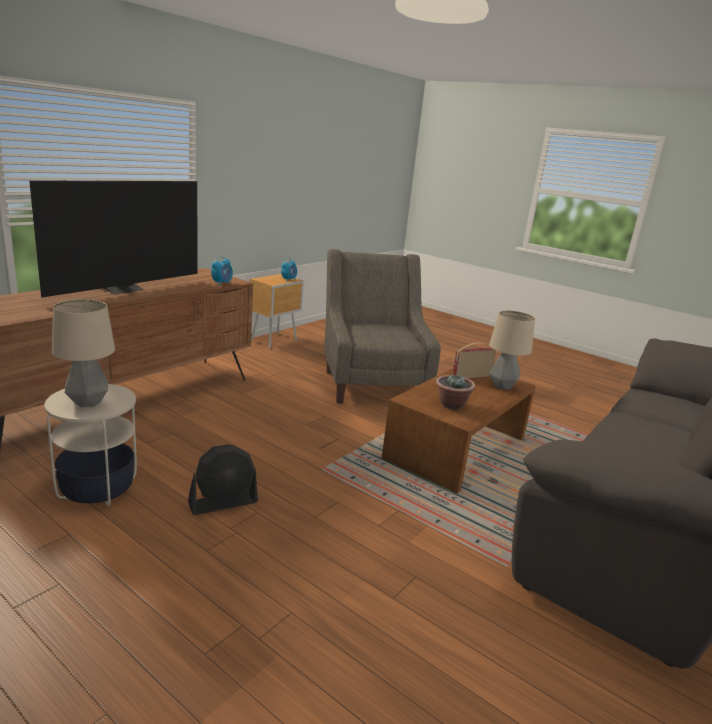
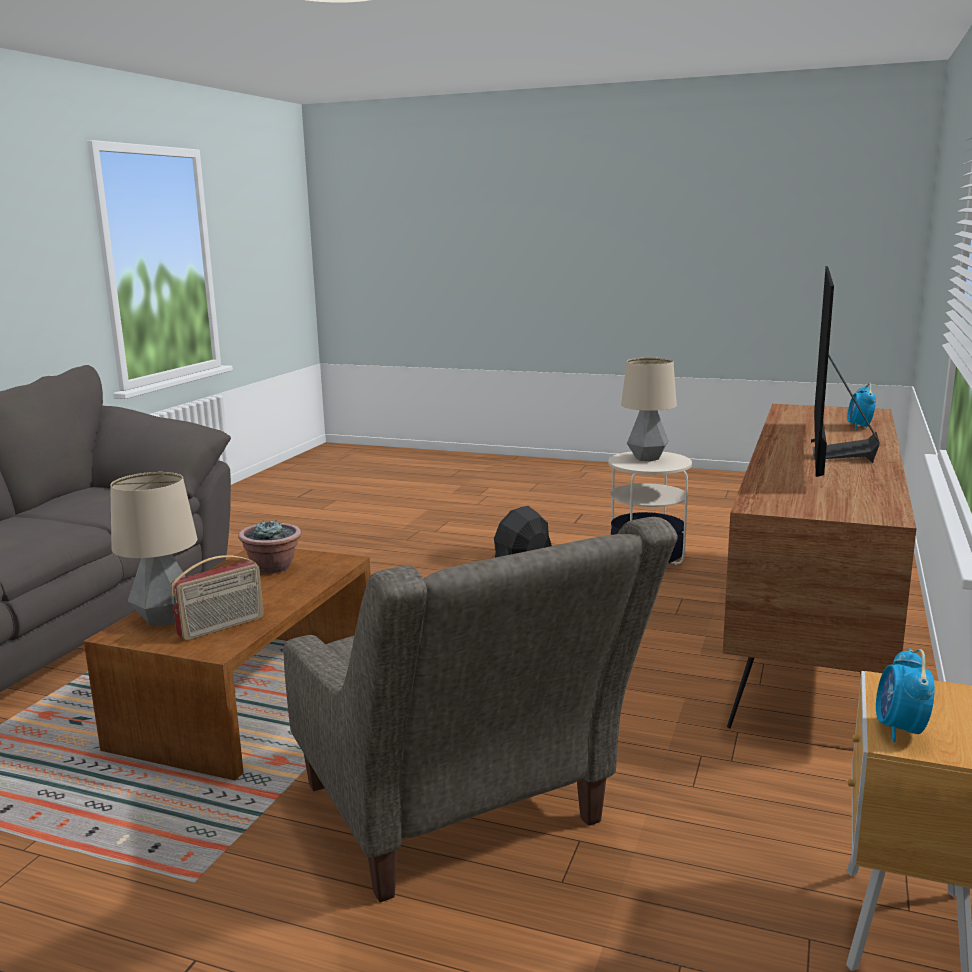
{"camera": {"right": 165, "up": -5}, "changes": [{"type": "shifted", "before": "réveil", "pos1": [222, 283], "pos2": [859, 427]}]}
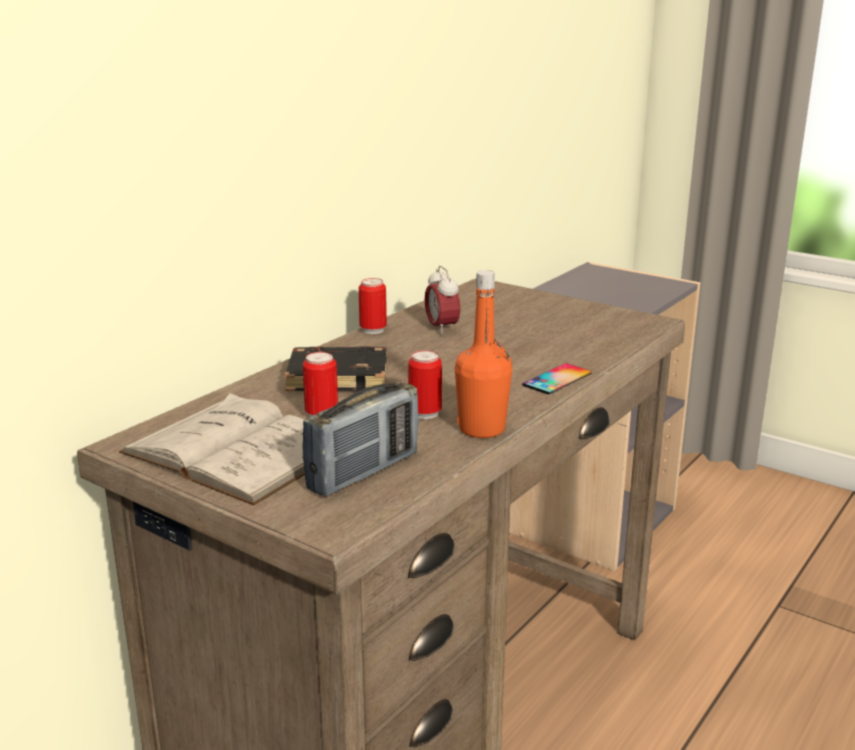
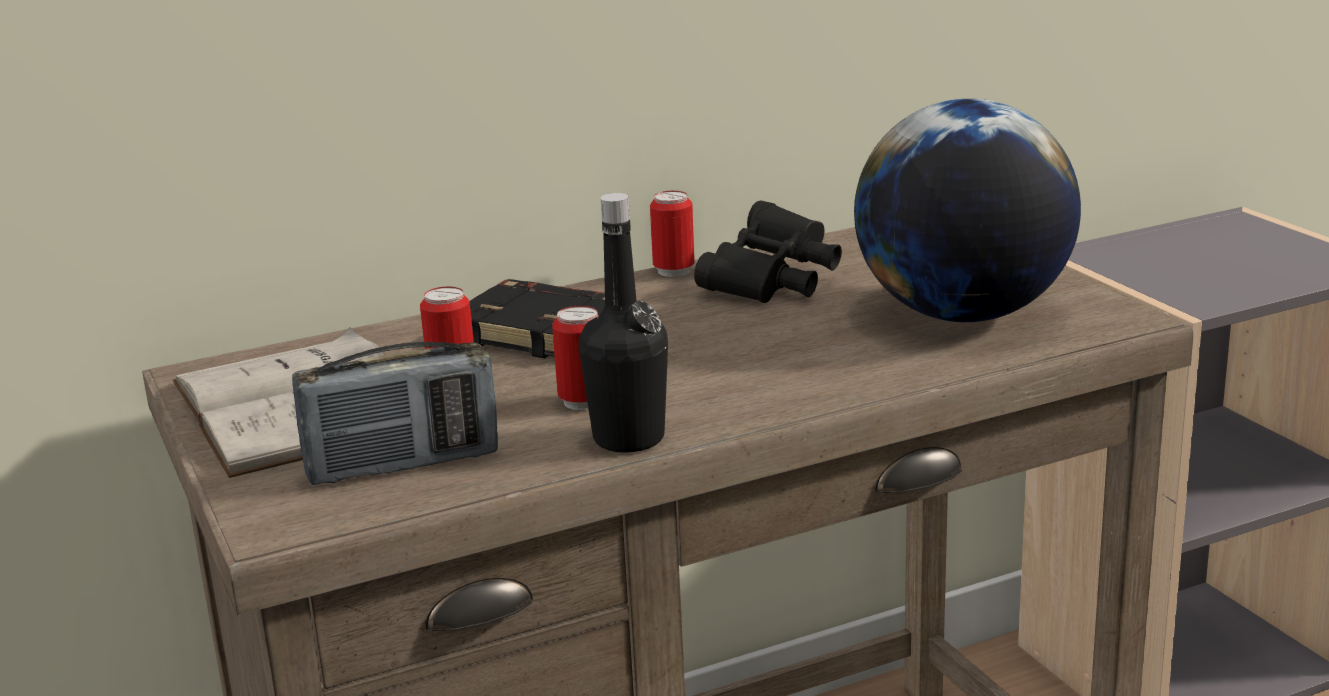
{"camera": {"right": 30, "up": 0}, "changes": [{"type": "swapped", "before": "réveil", "after": "jumelles [noir]", "pos1": [442, 329], "pos2": [772, 283]}, {"type": "repainted", "before": "bouteille [orange]", "after": "bouteille [noir]", "pos1": [482, 429], "pos2": [629, 438]}, {"type": "gone", "before": "téléphone", "pos1": [557, 379]}, {"type": "new", "after": "globe", "pos2": [963, 314]}]}
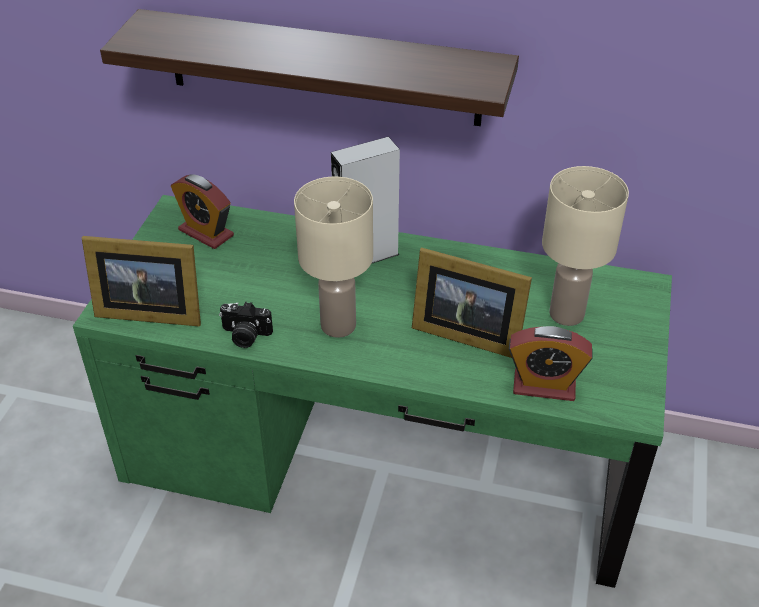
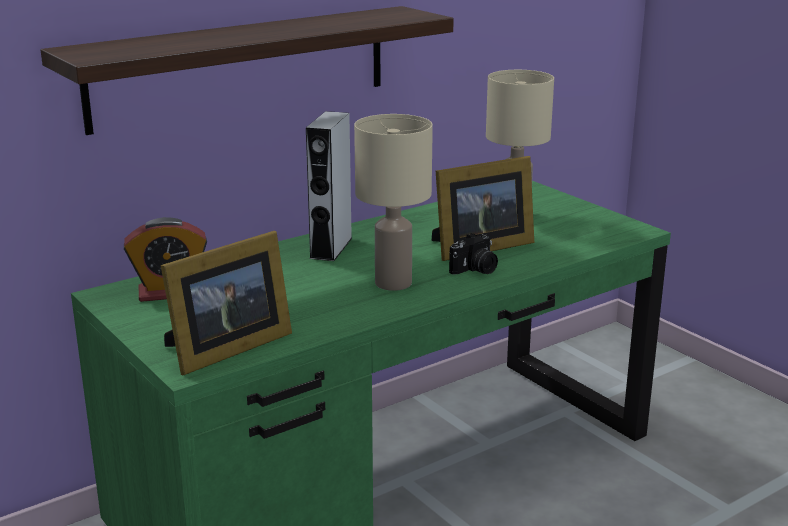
{"camera": {"right": -50, "up": -20}, "changes": [{"type": "shifted", "before": "appareil photo", "pos1": [245, 336], "pos2": [475, 270]}, {"type": "gone", "before": "réveil", "pos1": [544, 386]}]}
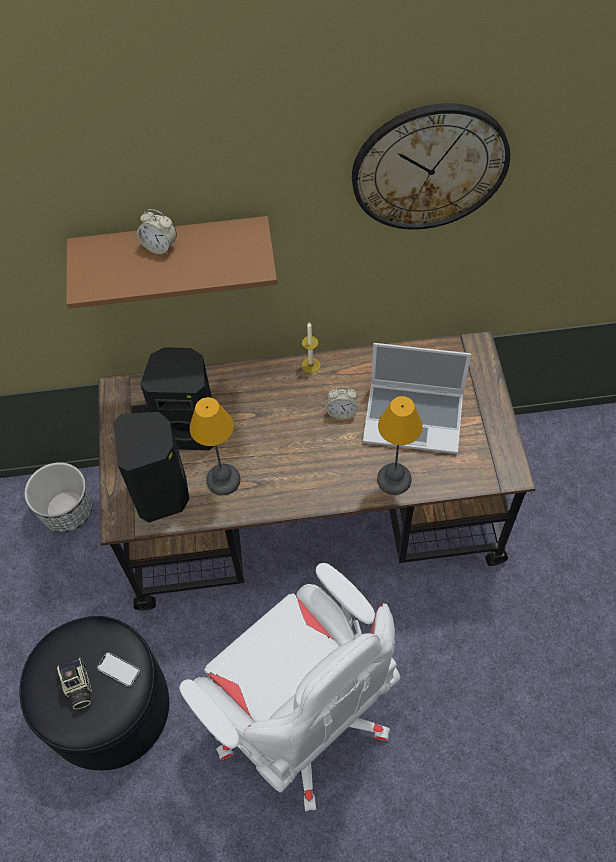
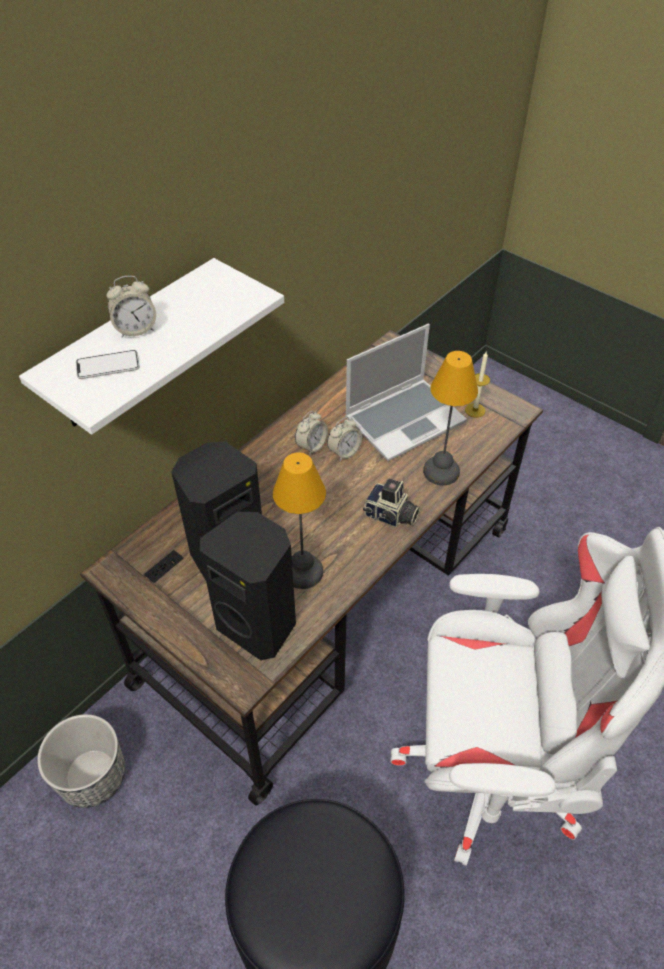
{"camera": {"right": -45, "up": -10}, "changes": [{"type": "shifted", "before": "appareil photo", "pos1": [77, 687], "pos2": [391, 516]}, {"type": "repainted", "before": "étagère [marron]", "after": "étagère [blanc]", "pos1": [173, 251], "pos2": [132, 347]}, {"type": "shifted", "before": "téléphone", "pos1": [118, 669], "pos2": [108, 366]}, {"type": "shifted", "before": "bougie", "pos1": [311, 365], "pos2": [475, 410]}, {"type": "gone", "before": "horloge murale", "pos1": [429, 167]}, {"type": "new", "after": "réveil", "pos2": [311, 446]}]}
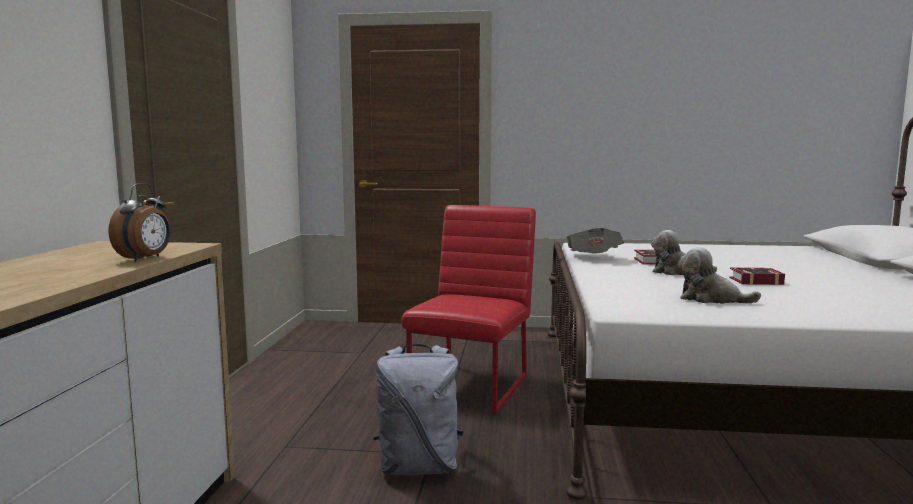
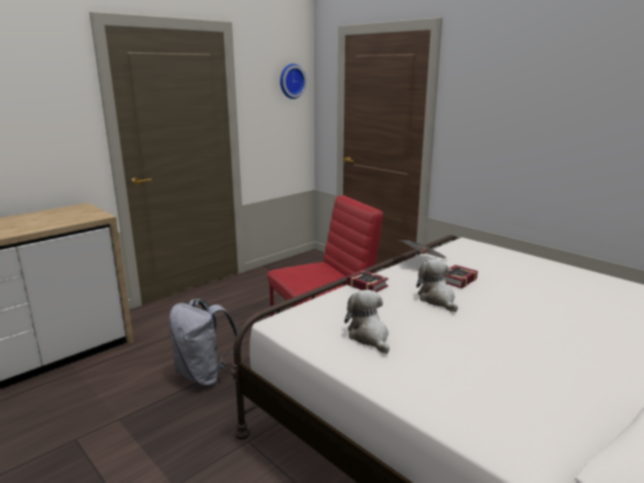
{"camera": {"right": 40, "up": 10}, "changes": [{"type": "gone", "before": "réveil", "pos1": [145, 259]}, {"type": "shifted", "before": "livre", "pos1": [753, 281], "pos2": [366, 284]}, {"type": "new", "after": "horloge murale", "pos2": [291, 81]}]}
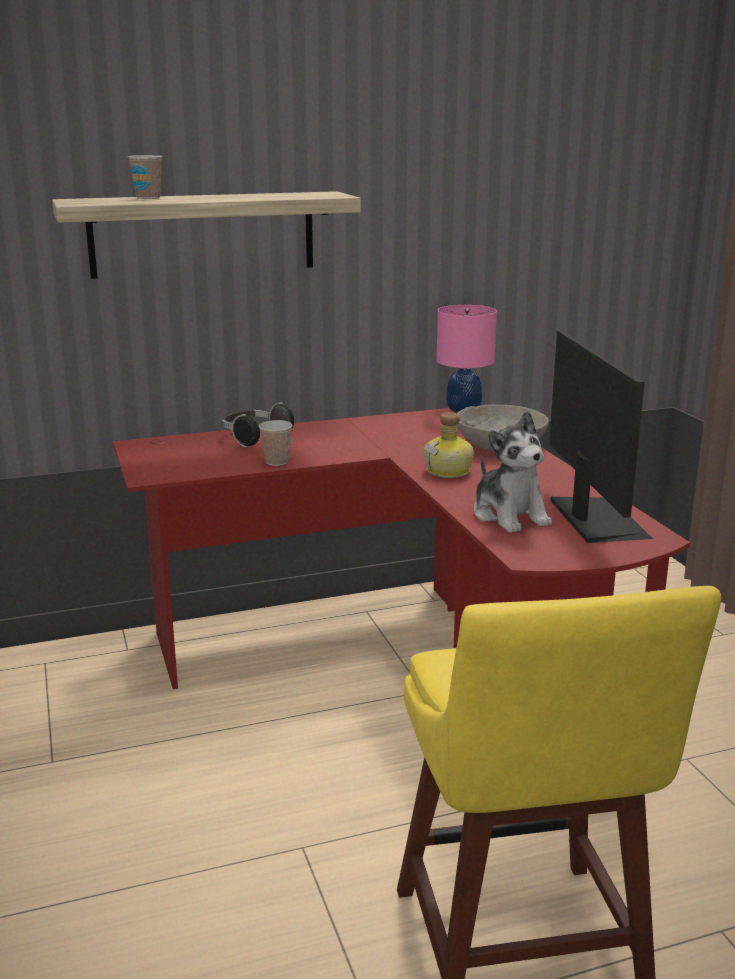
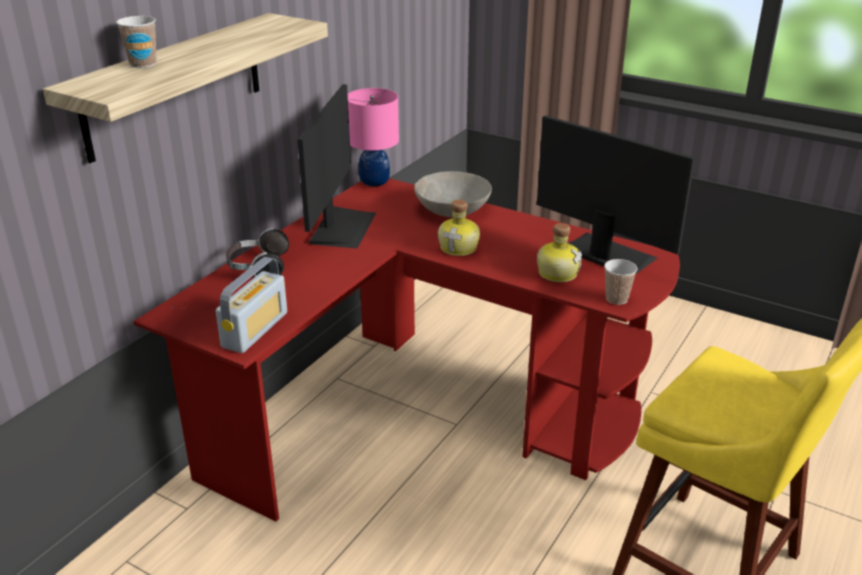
{"camera": {"right": -40, "up": 10}, "changes": [{"type": "shifted", "before": "tasse", "pos1": [277, 462], "pos2": [616, 299]}, {"type": "swapped", "before": "peluche", "after": "bouteille", "pos1": [509, 515], "pos2": [557, 273]}, {"type": "new", "after": "radio", "pos2": [255, 330]}, {"type": "new", "after": "écran d'ordinateur", "pos2": [341, 227]}]}
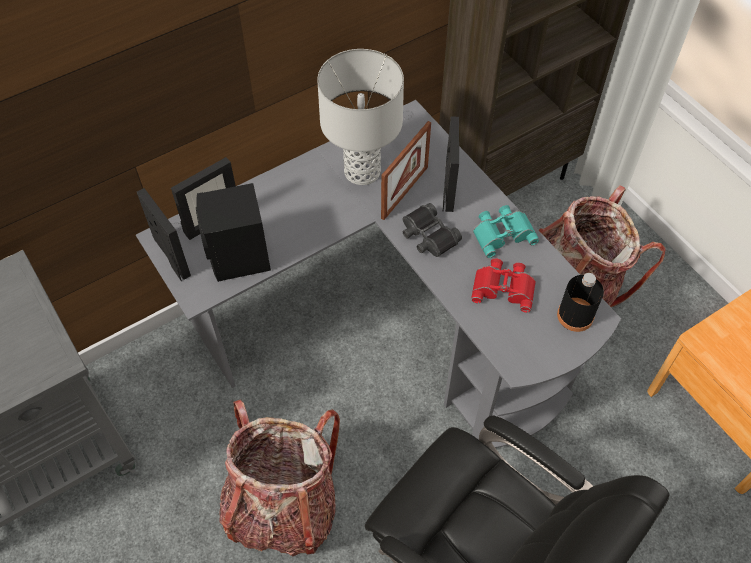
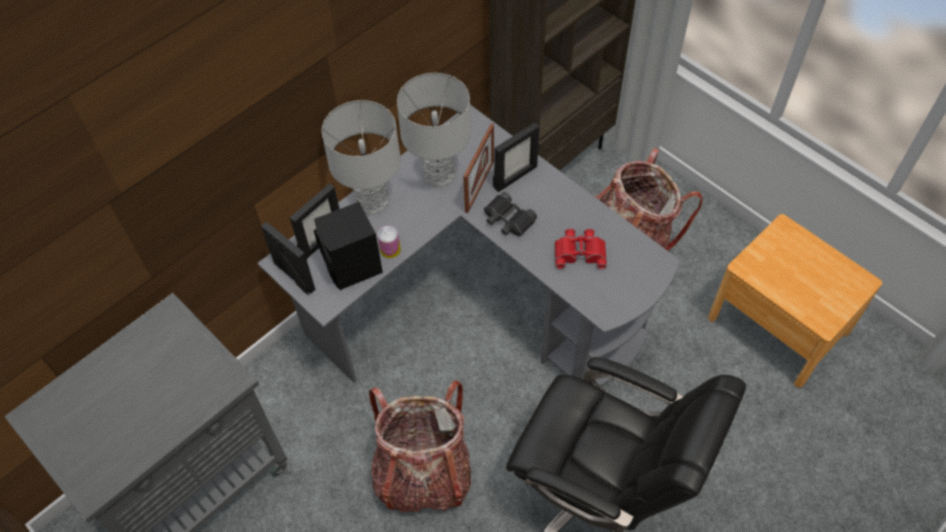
{"camera": {"right": -10, "up": 0}, "changes": [{"type": "rotated", "before": "cadre photo", "pos1": [448, 188], "pos2": [515, 176], "turn": 60}, {"type": "gone", "before": "jumelles [turquoise]", "pos1": [502, 233]}, {"type": "gone", "before": "bouteille [noir]", "pos1": [575, 316]}, {"type": "new", "after": "lampe de table [blanc]", "pos2": [371, 202]}, {"type": "new", "after": "boîte métallique", "pos2": [390, 249]}]}
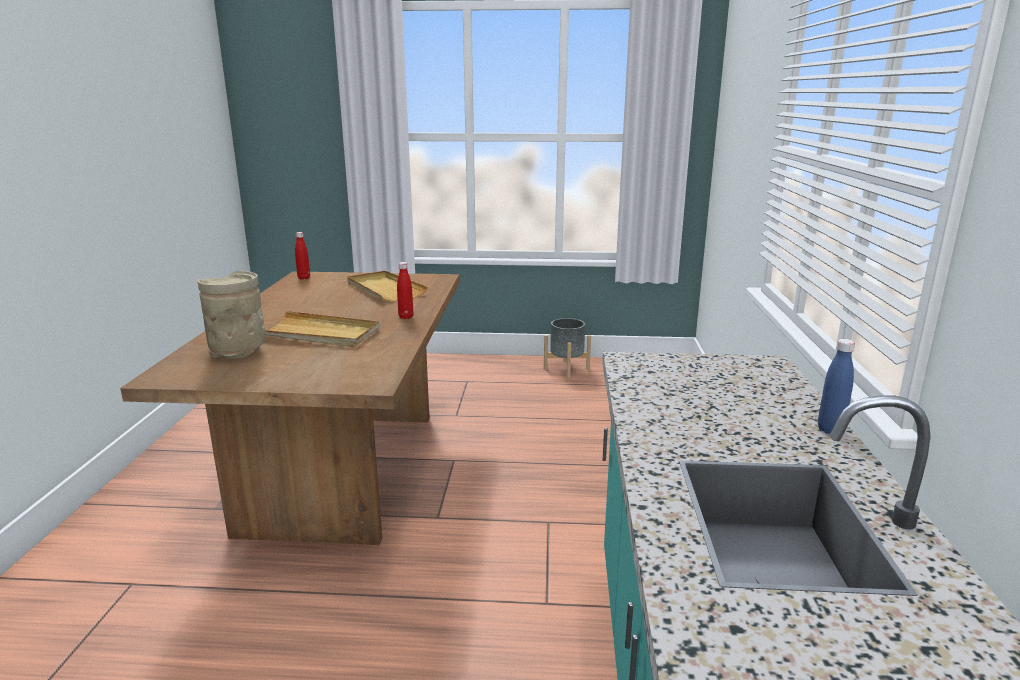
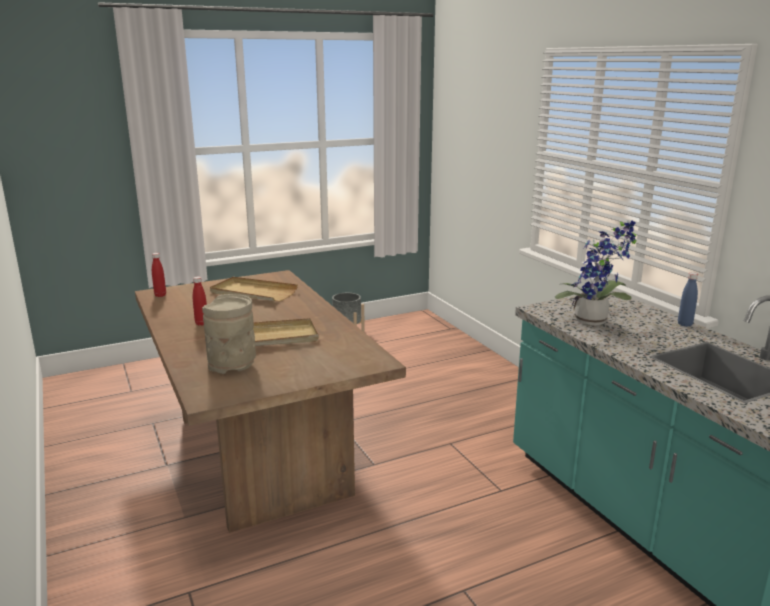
{"camera": {"right": -30, "up": 0}, "changes": [{"type": "shifted", "before": "bouteille [rouge]", "pos1": [406, 317], "pos2": [201, 323]}, {"type": "new", "after": "plante en pot", "pos2": [594, 322]}]}
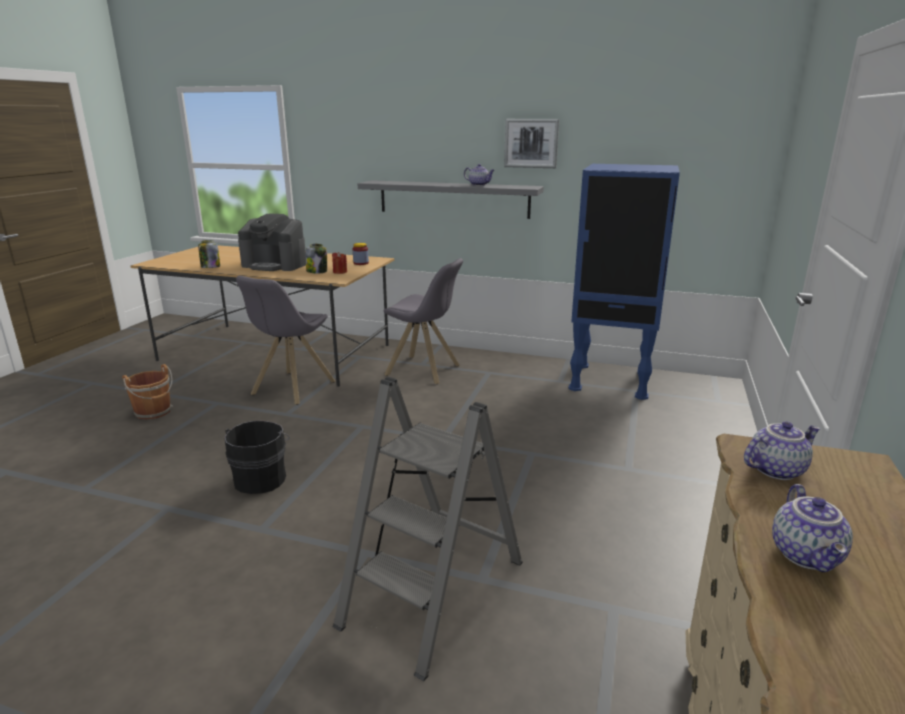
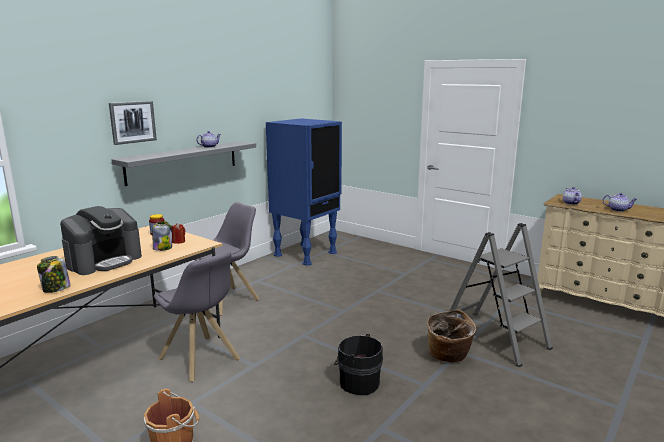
{"camera": {"right": -70, "up": -5}, "changes": [{"type": "shifted", "before": "tableau", "pos1": [531, 143], "pos2": [132, 122]}, {"type": "new", "after": "panier", "pos2": [448, 356]}]}
